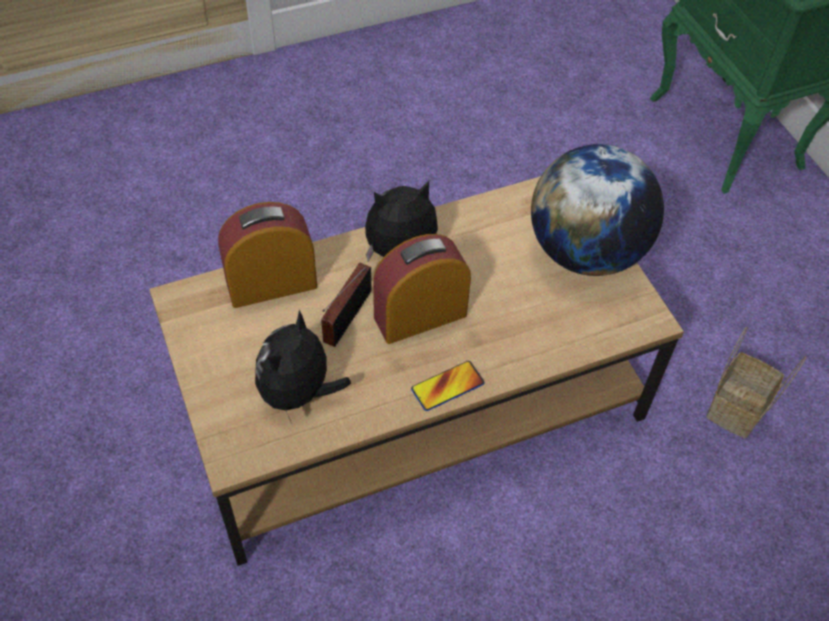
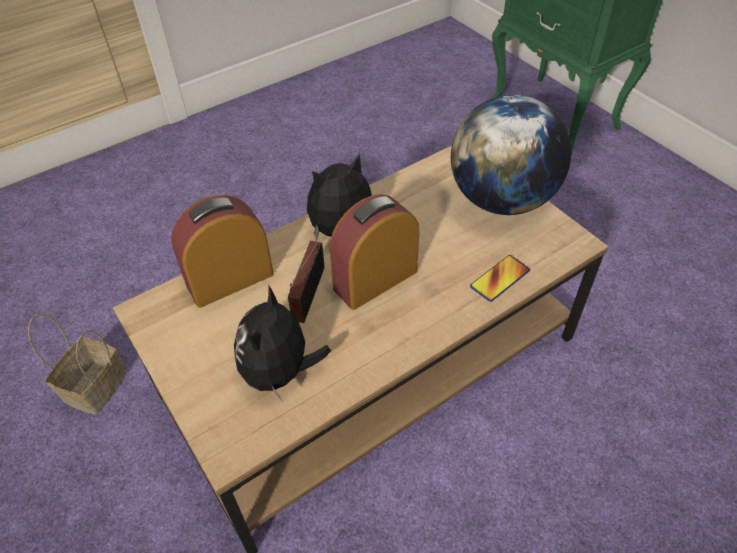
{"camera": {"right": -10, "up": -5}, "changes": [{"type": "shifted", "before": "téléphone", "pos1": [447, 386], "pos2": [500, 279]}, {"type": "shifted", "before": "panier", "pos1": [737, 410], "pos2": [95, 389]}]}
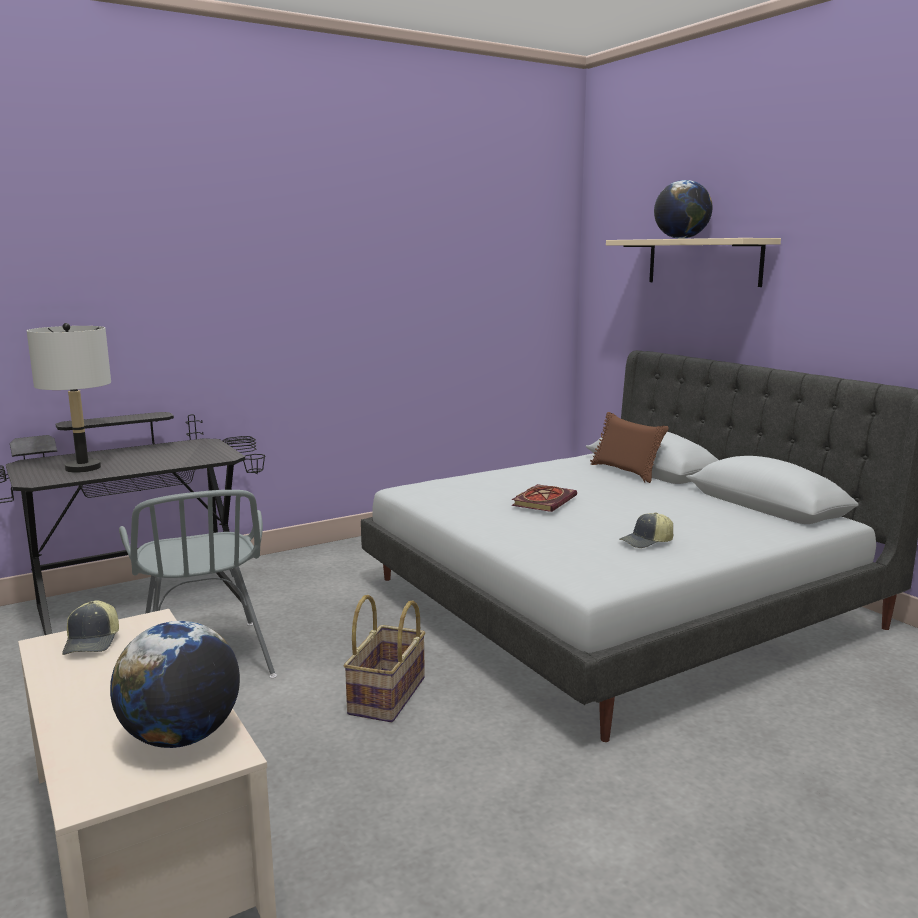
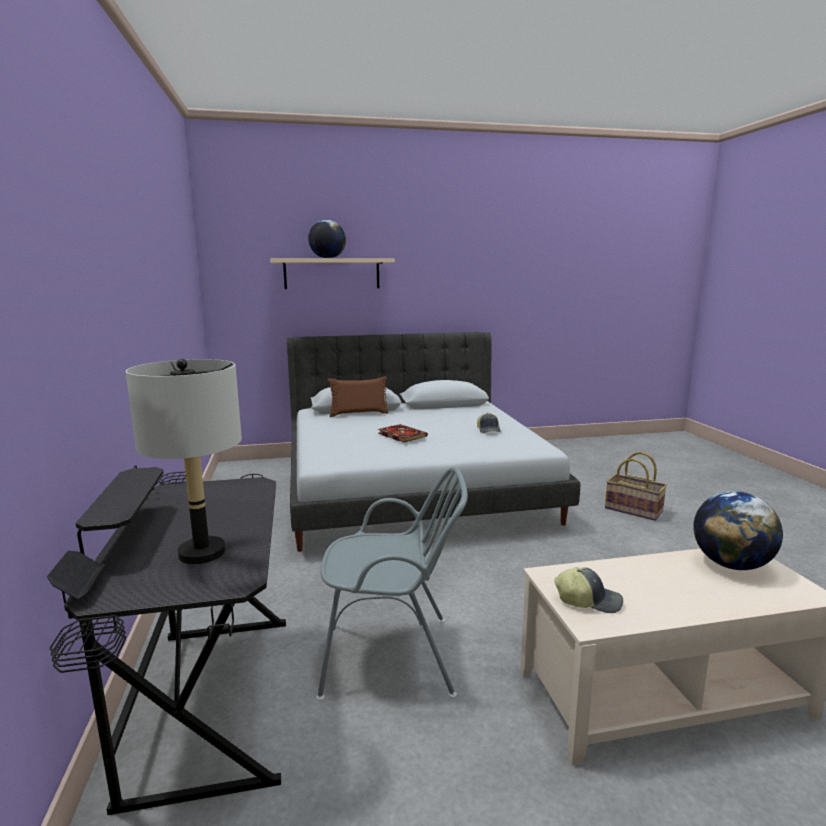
{"camera": {"right": -70, "up": 0}, "changes": [{"type": "shifted", "before": "panier", "pos1": [388, 696], "pos2": [634, 510]}]}
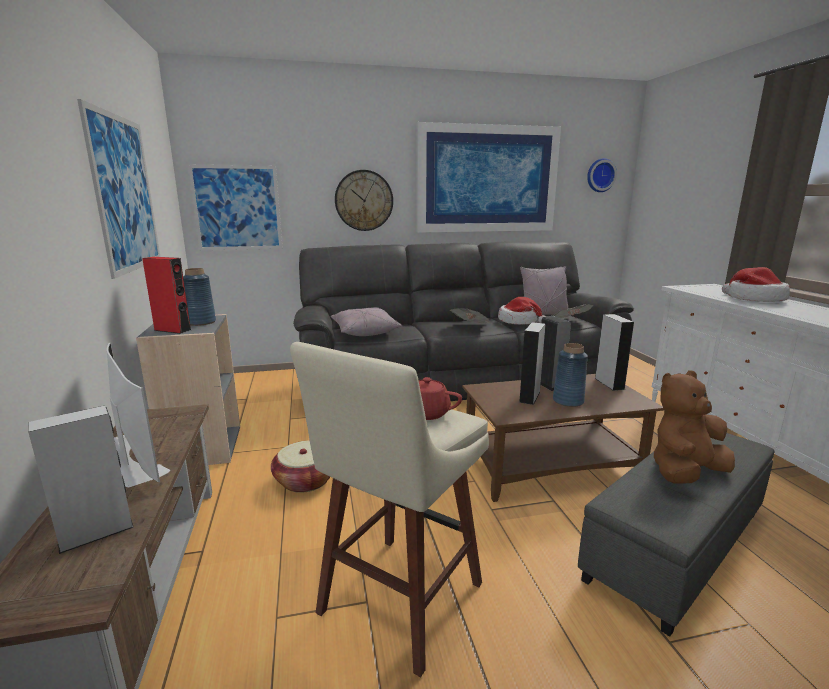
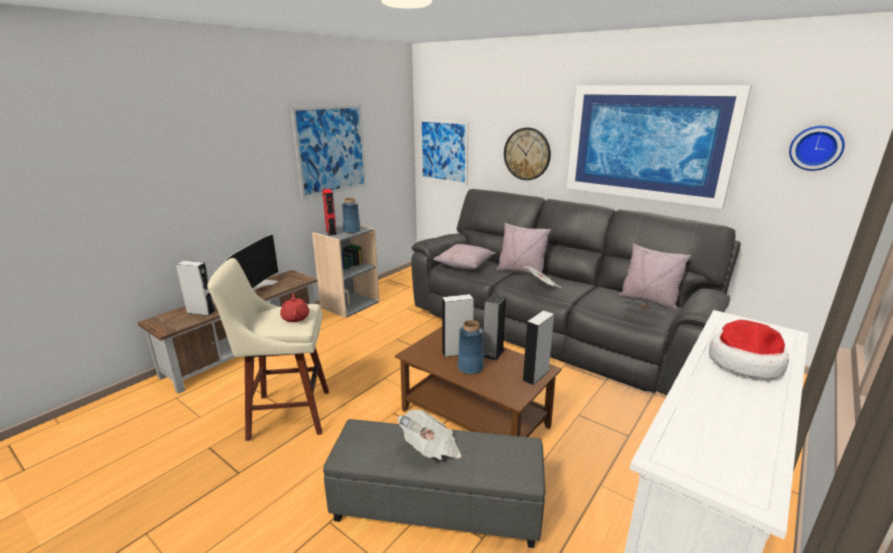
{"camera": {"right": 50, "up": 5}, "changes": [{"type": "gone", "before": "panier", "pos1": [305, 480]}, {"type": "gone", "before": "chapeau", "pos1": [519, 321]}, {"type": "swapped", "before": "peluche [marron]", "after": "journal", "pos1": [685, 473], "pos2": [431, 448]}, {"type": "new", "after": "coussin [violet]", "pos2": [521, 272]}]}
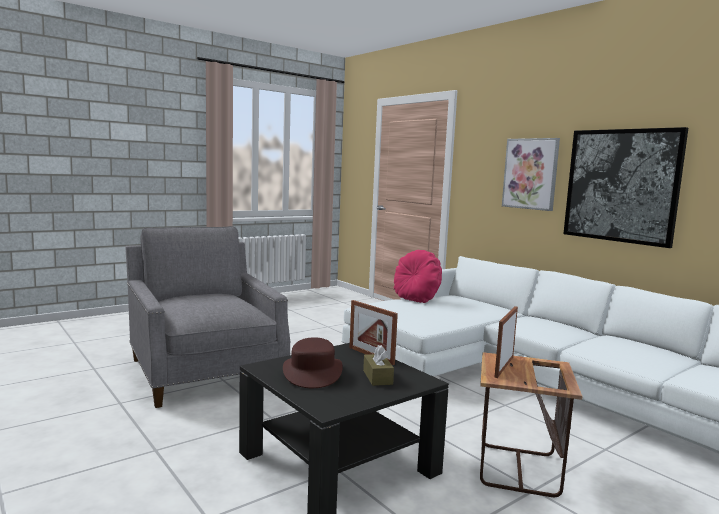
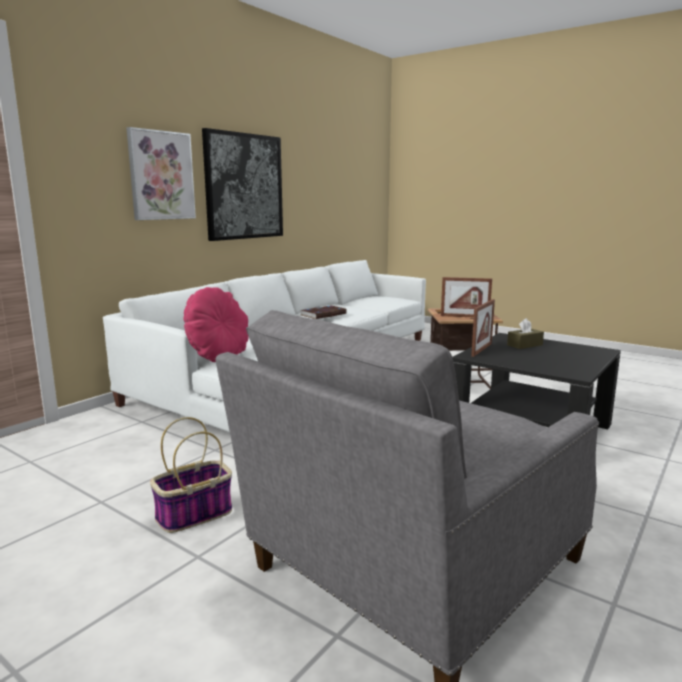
{"camera": {"right": -105, "up": 5}, "changes": [{"type": "gone", "before": "chapeau [marron]", "pos1": [312, 372]}, {"type": "new", "after": "panier", "pos2": [193, 515]}, {"type": "new", "after": "livre", "pos2": [323, 314]}]}
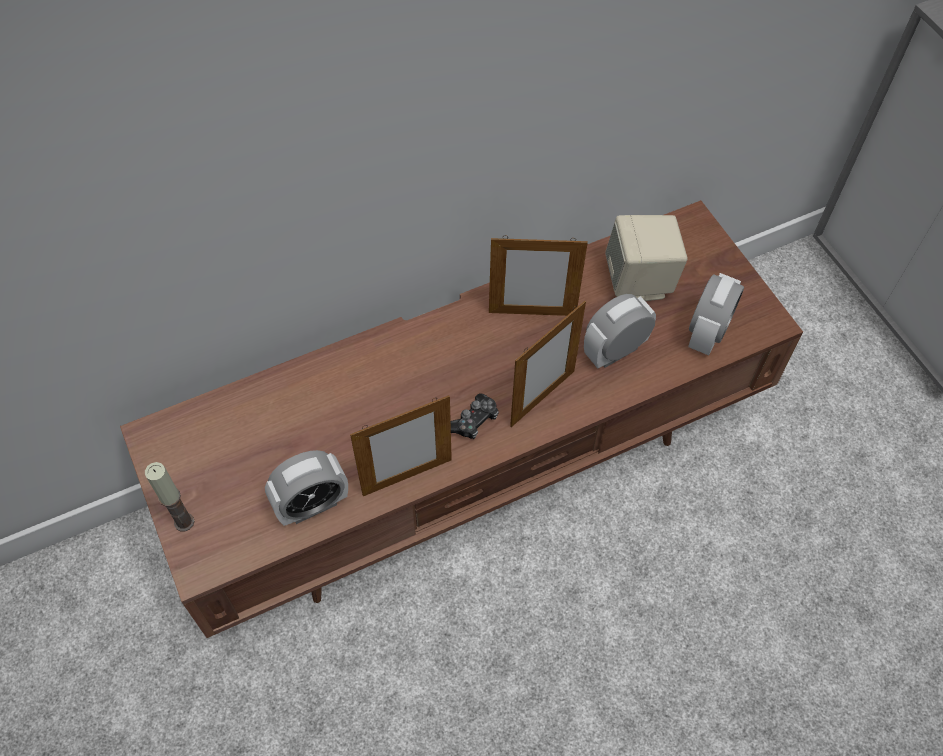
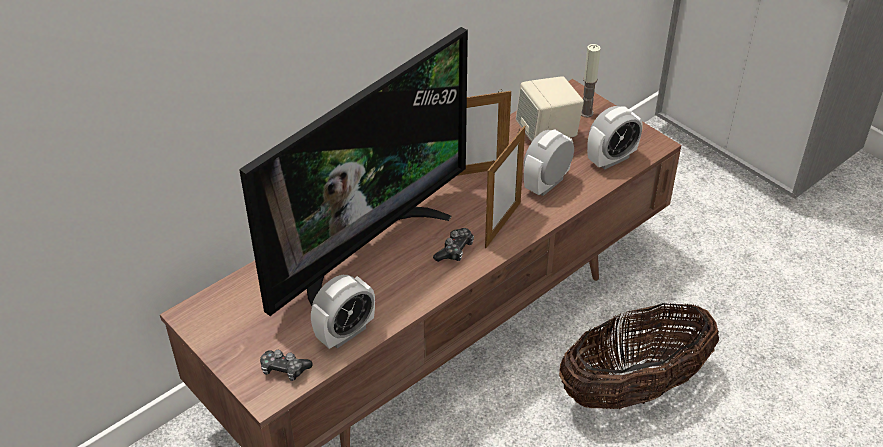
{"camera": {"right": -15, "up": -15}, "changes": [{"type": "shifted", "before": "bougie", "pos1": [184, 522], "pos2": [586, 113]}, {"type": "gone", "before": "cadre photo", "pos1": [407, 477]}, {"type": "rotated", "before": "réveil", "pos1": [707, 333], "pos2": [611, 159], "turn": 45}, {"type": "new", "after": "téléviseur", "pos2": [364, 249]}, {"type": "new", "after": "manette", "pos2": [284, 369]}, {"type": "new", "after": "panier", "pos2": [632, 388]}]}
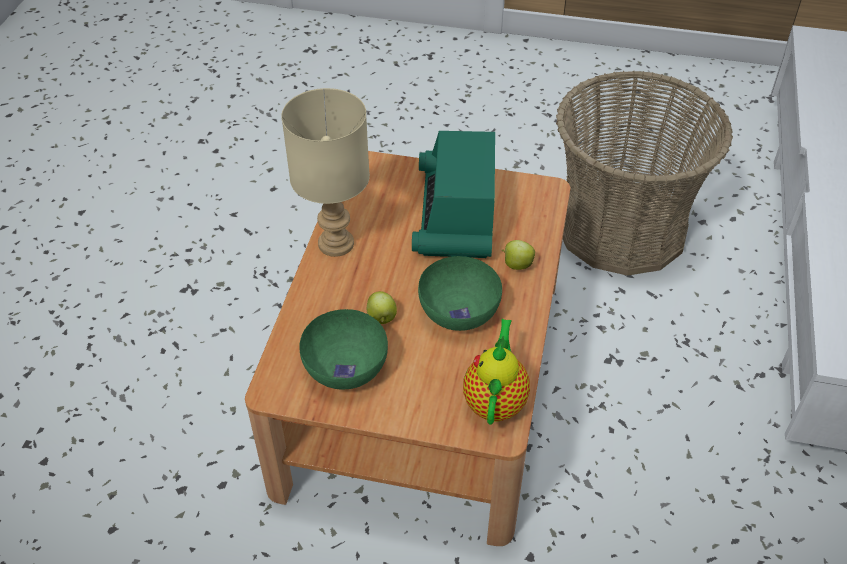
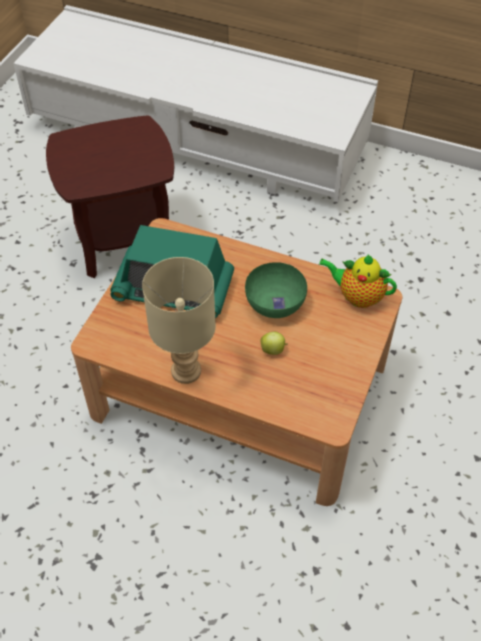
{"camera": {"right": -80, "up": 5}, "changes": [{"type": "gone", "before": "bol [vert]", "pos1": [347, 367]}, {"type": "gone", "before": "pomme", "pos1": [516, 265]}, {"type": "swapped", "before": "panier", "after": "table d'appoint [marron]", "pos1": [622, 228], "pos2": [123, 239]}]}
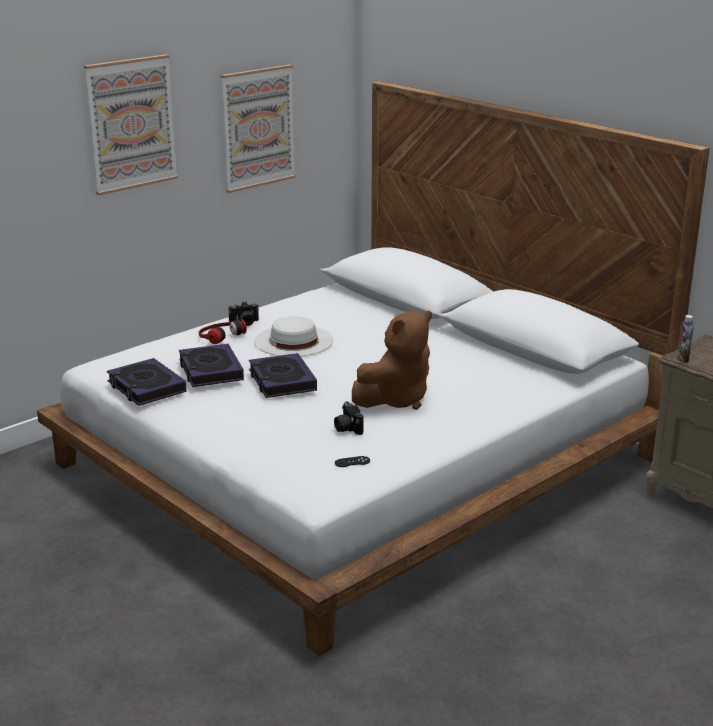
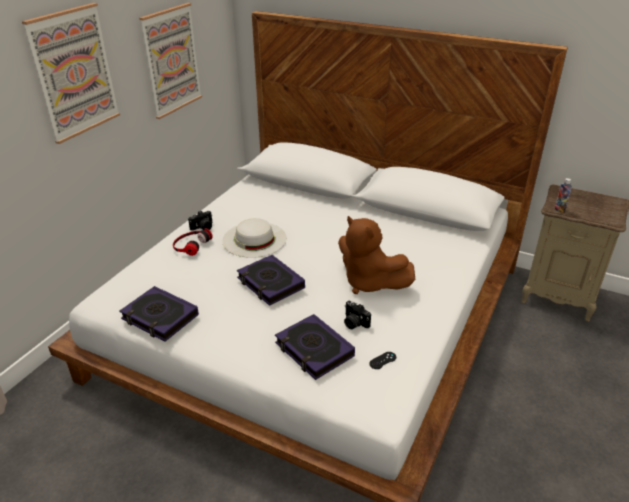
{"camera": {"right": -20, "up": 10}, "changes": [{"type": "shifted", "before": "livre", "pos1": [210, 371], "pos2": [314, 350]}, {"type": "rotated", "before": "peluche [marron]", "pos1": [395, 399], "pos2": [369, 282], "turn": 105}]}
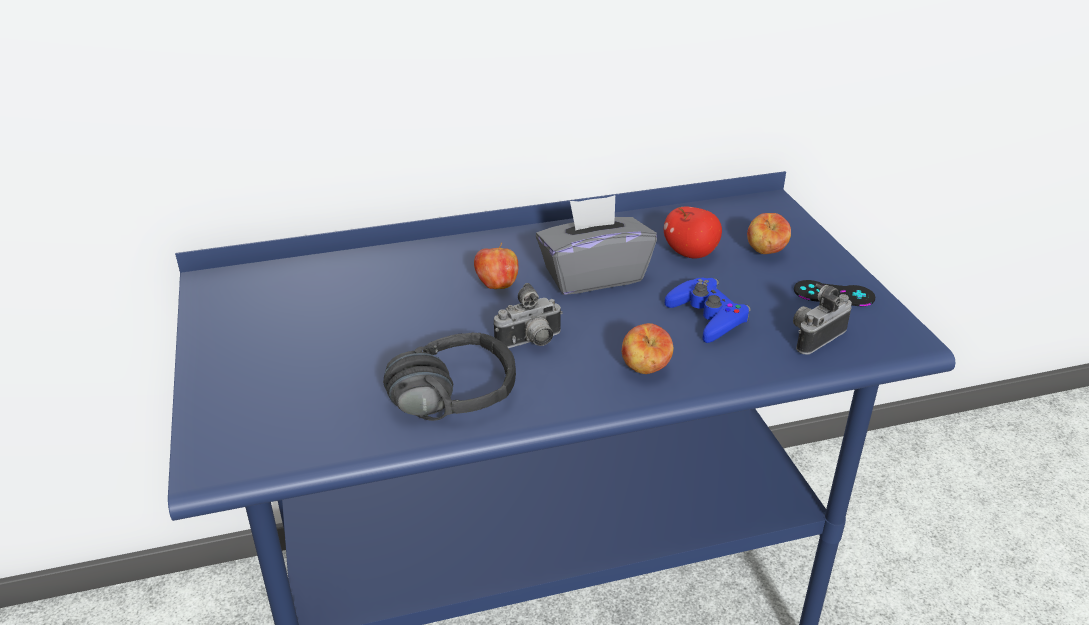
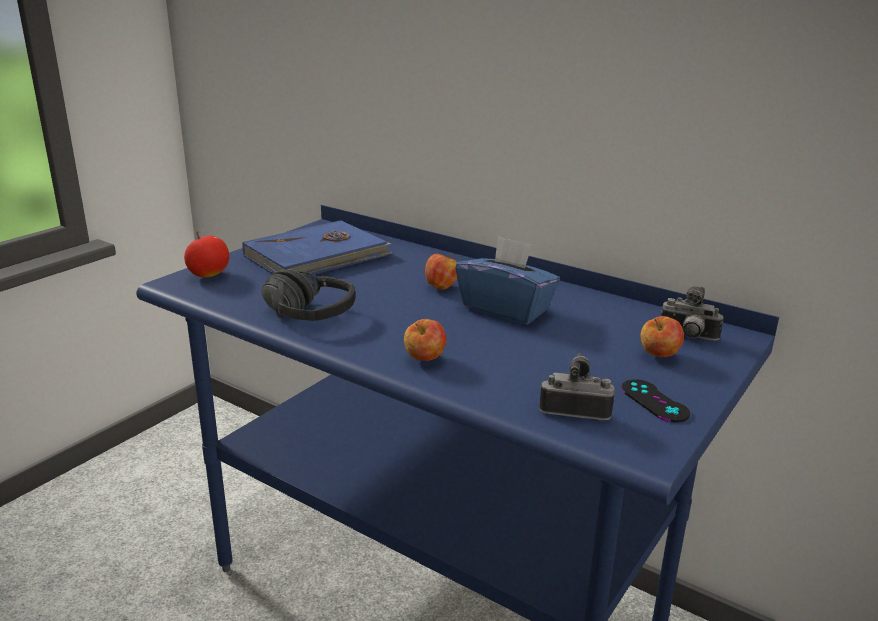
{"camera": {"right": 50, "up": -10}, "changes": [{"type": "shifted", "before": "appareil photo", "pos1": [531, 343], "pos2": [687, 337]}, {"type": "repainted", "before": "boîte à mouchoirs [gris]", "after": "boîte à mouchoirs [bleu]", "pos1": [593, 276], "pos2": [506, 309]}, {"type": "shifted", "before": "pomme", "pos1": [690, 253], "pos2": [209, 275]}, {"type": "gone", "before": "manette [bleu]", "pos1": [707, 316]}, {"type": "new", "after": "livre [bleu]", "pos2": [318, 256]}]}
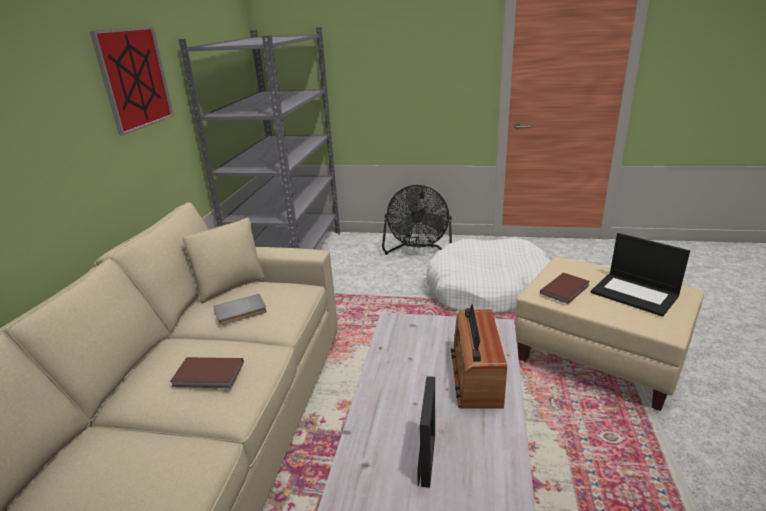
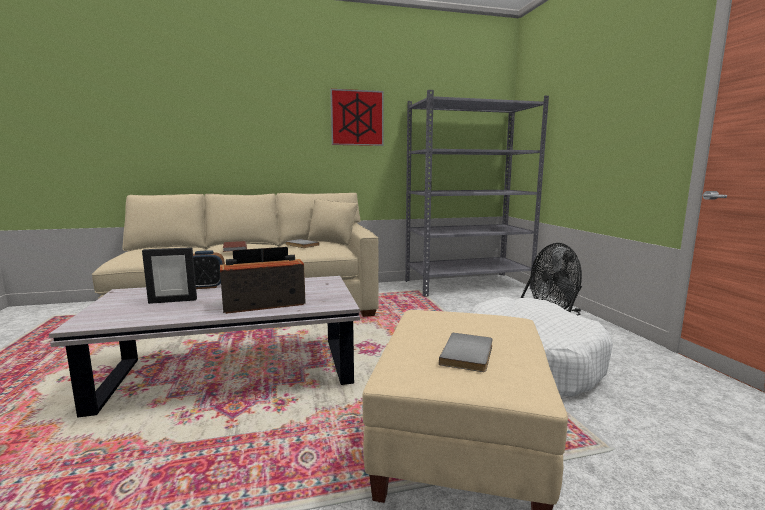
{"camera": {"right": 65, "up": -15}, "changes": [{"type": "gone", "before": "livre [marron]", "pos1": [566, 289]}, {"type": "swapped", "before": "ordinateur portable", "after": "livre [gris]", "pos1": [635, 294], "pos2": [469, 354]}, {"type": "new", "after": "réveil", "pos2": [207, 286]}]}
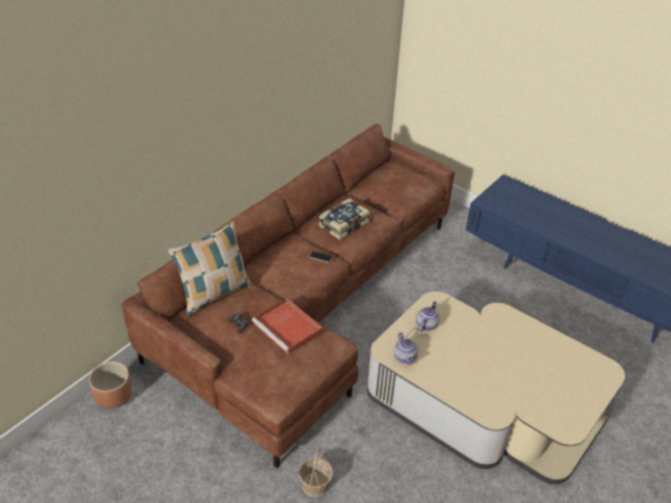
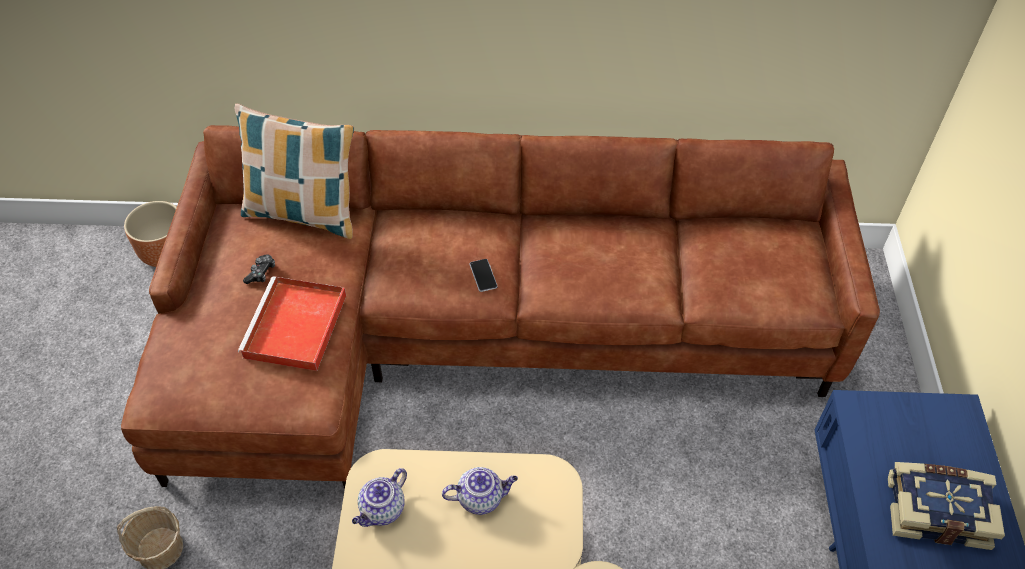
{"camera": {"right": 55, "up": 10}, "changes": [{"type": "shifted", "before": "livre", "pos1": [343, 224], "pos2": [936, 510]}]}
